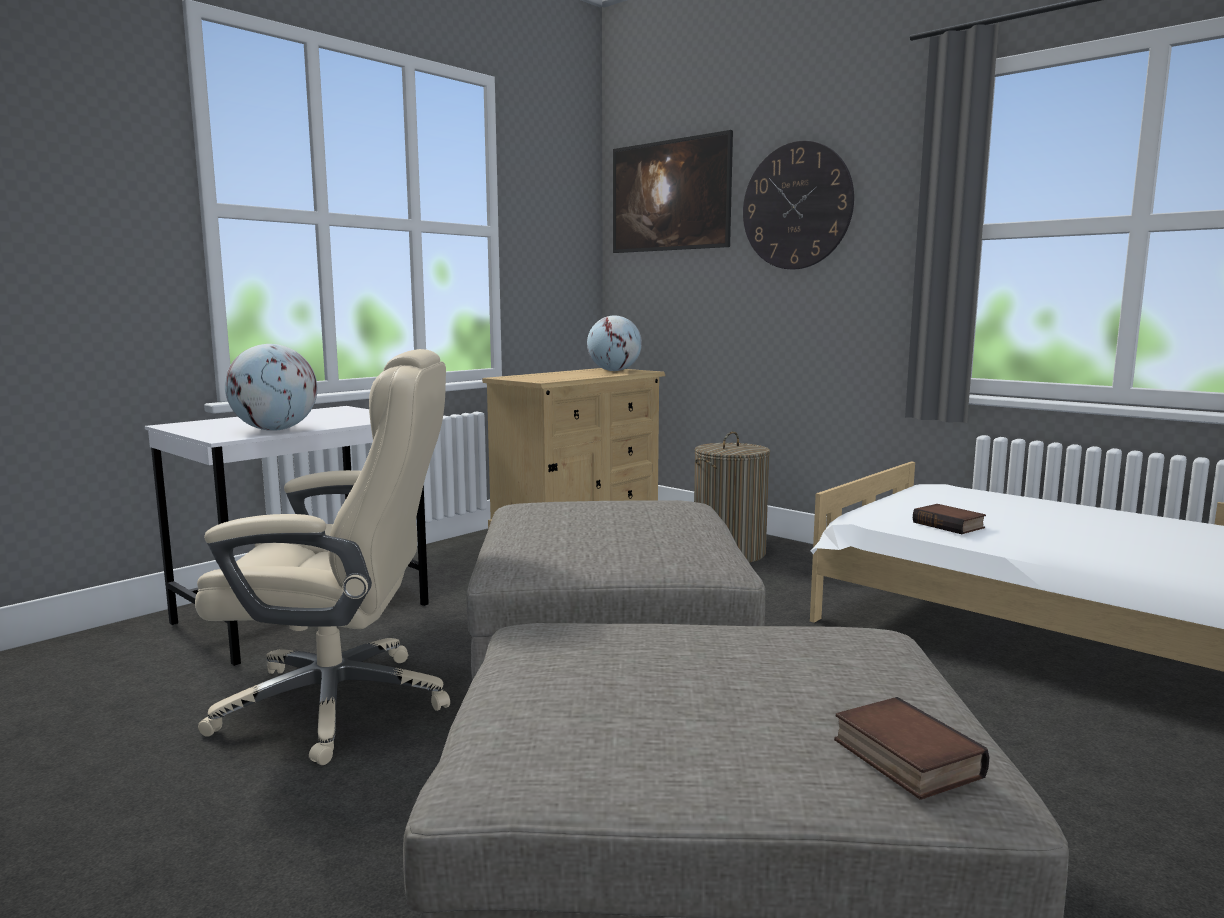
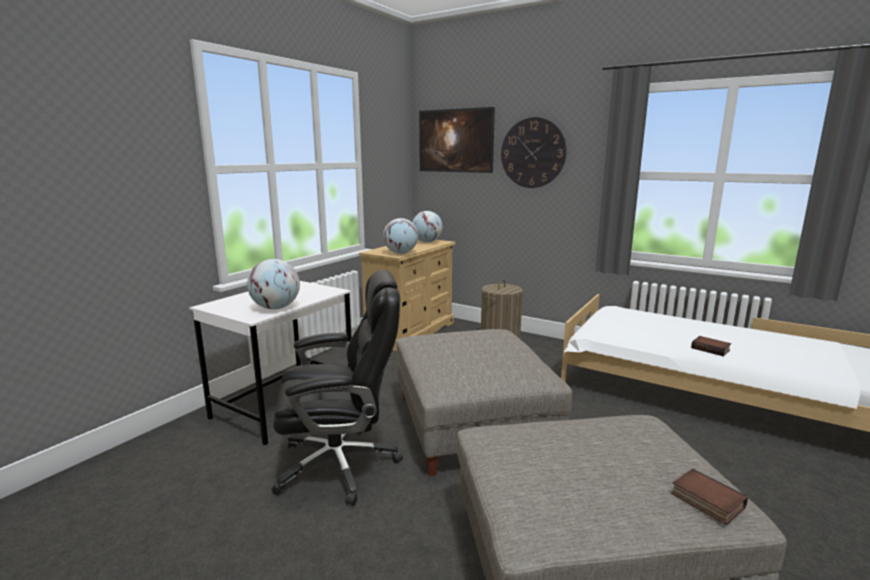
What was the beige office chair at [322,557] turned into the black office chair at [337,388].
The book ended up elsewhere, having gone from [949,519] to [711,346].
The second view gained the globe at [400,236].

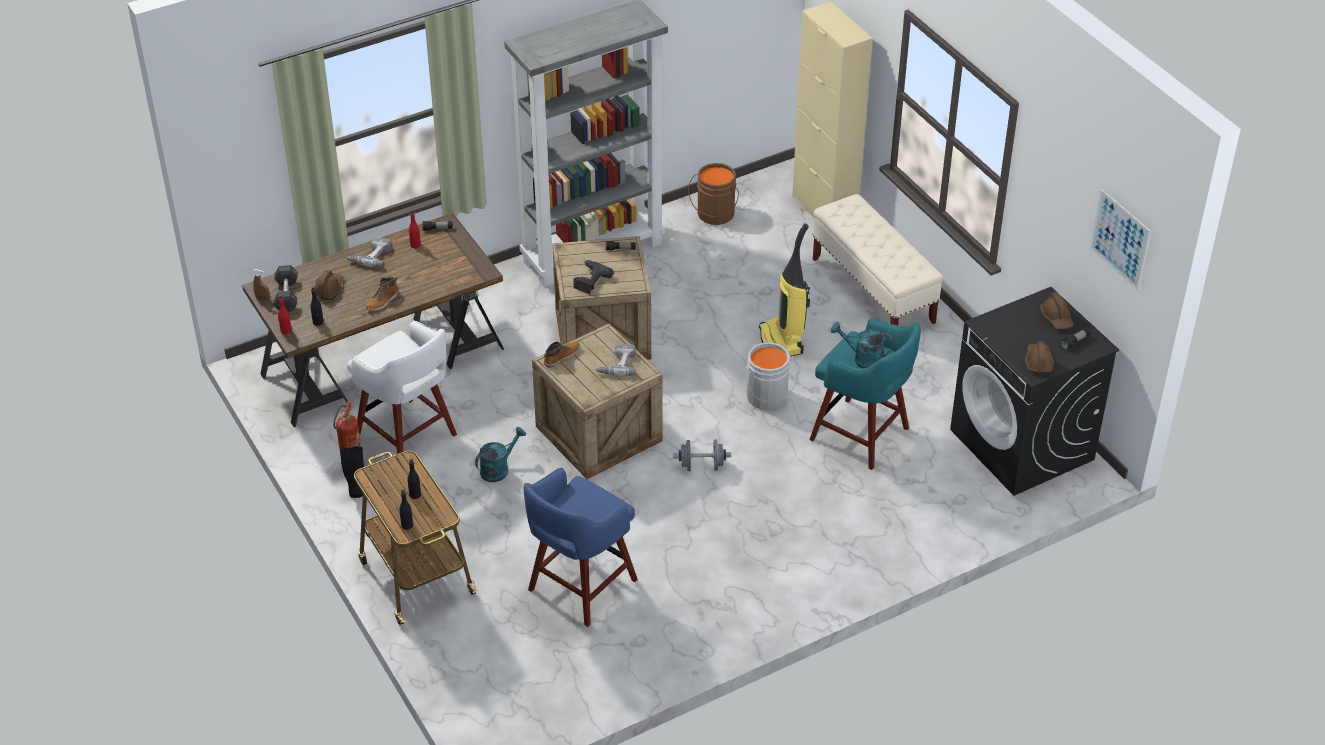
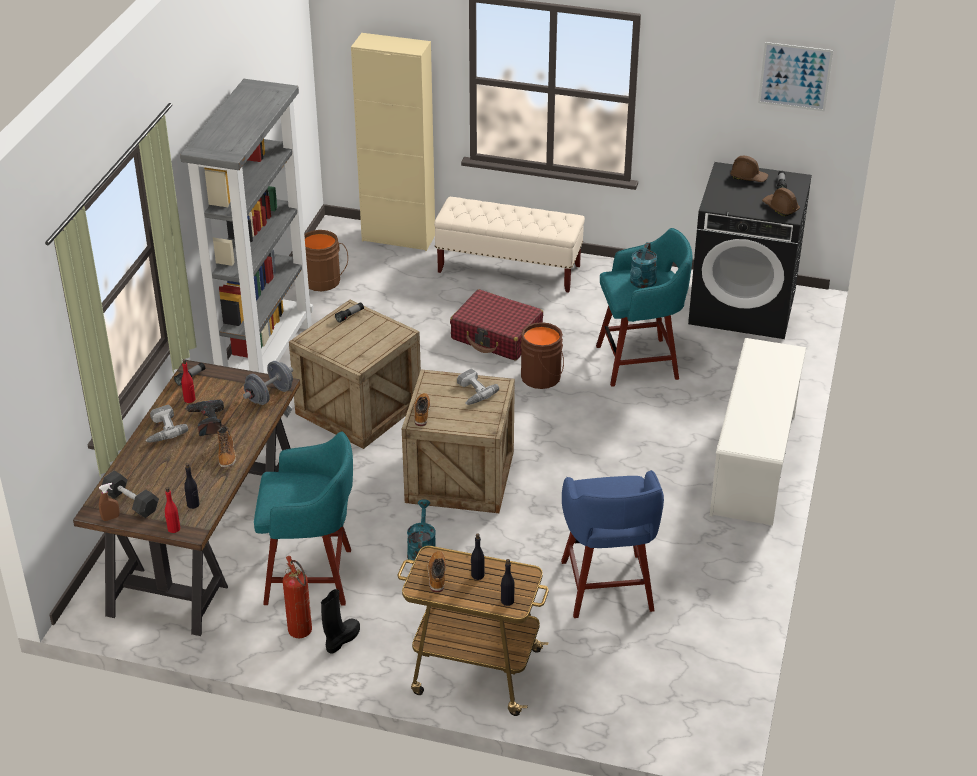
Where the vacuum cleaner stood at [784,290], the red suitcase came to stand at [496,324].
The power drill ended up elsewhere, having gone from [593,277] to [204,418].
The second view lost the brown hard hat at [328,285].
What was the white stool at [402,394] turned into the turquoise stool at [303,518].
The turquoise watering can at [862,345] ended up facing another way, 45 degrees counterclockwise from before.
What was the grey bucket at [772,376] turned into the brown bucket at [542,355].
The grey dumbbell ended up elsewhere, having gone from [702,455] to [268,383].
The second view gained the white shoe rack at [758,431].
The second view gained the boot at [436,571].

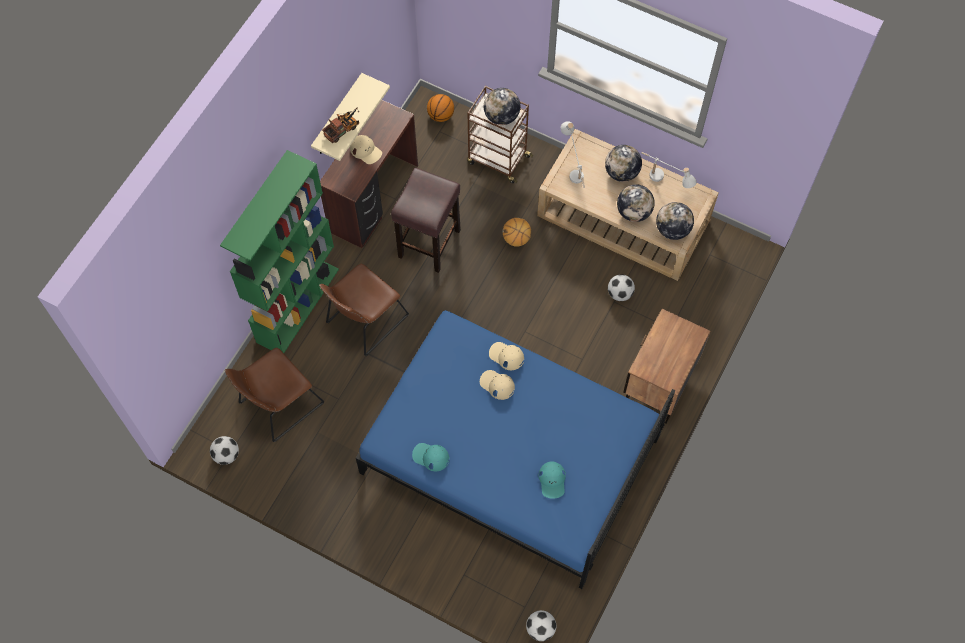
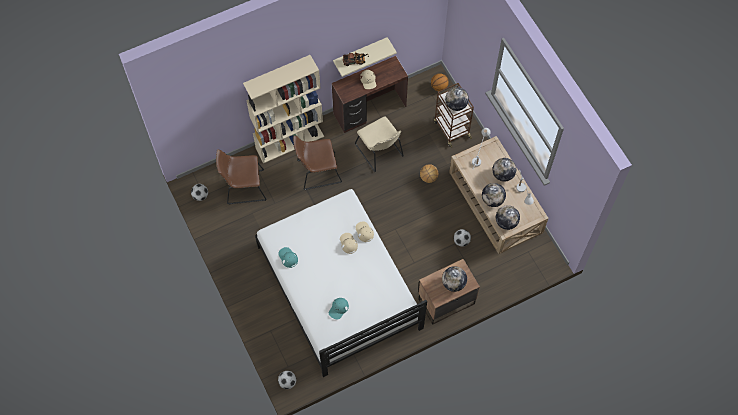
What was the green bookcase at [279,251] turned into the beige bookcase at [283,109].
Where the brown stool stood at [426,220], the beige chair came to stand at [379,144].
What was the blue bed at [515,449] turned into the white bed at [341,283].
The second view gained the globe at [454,279].

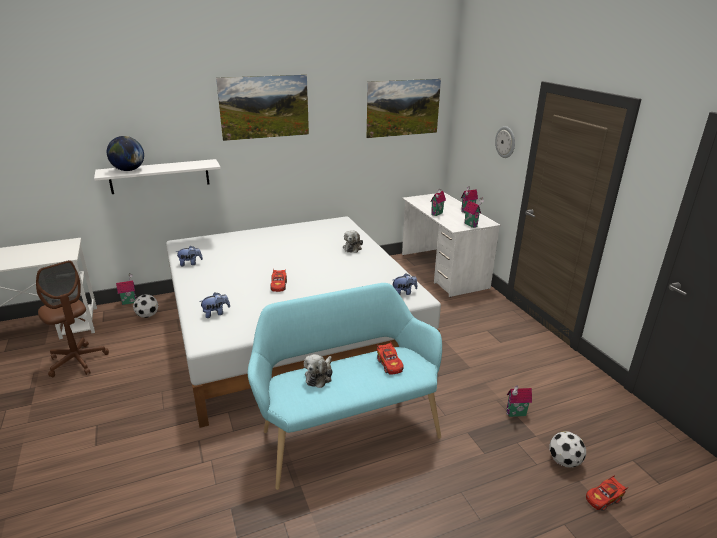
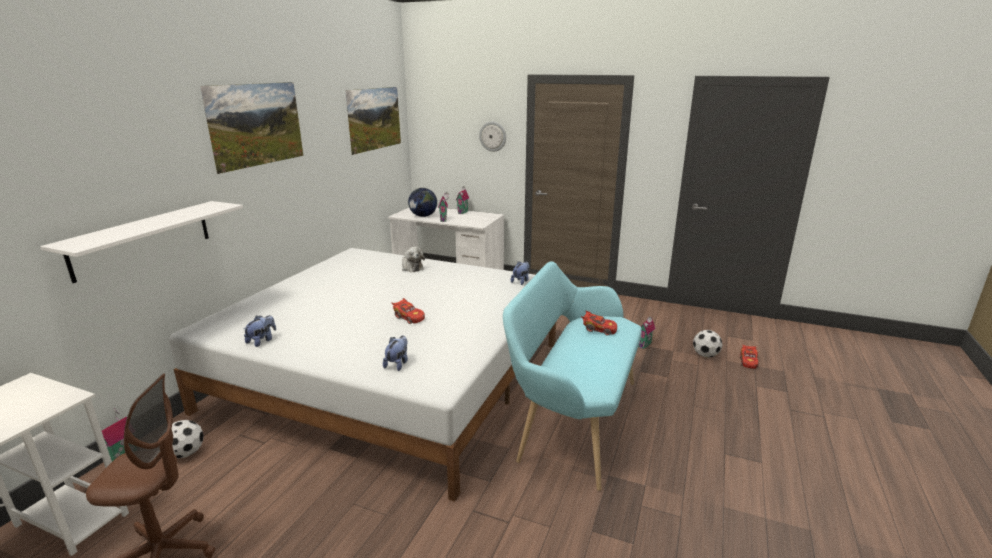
The globe ended up elsewhere, having gone from [125,153] to [422,202].
The second view lost the toy house at [474,213].
The second view lost the plush toy at [318,371].

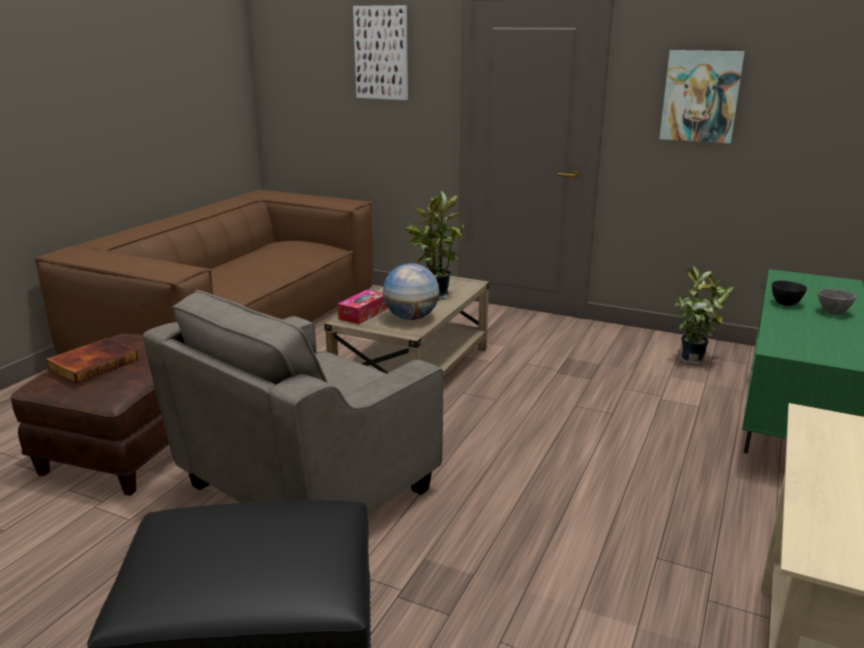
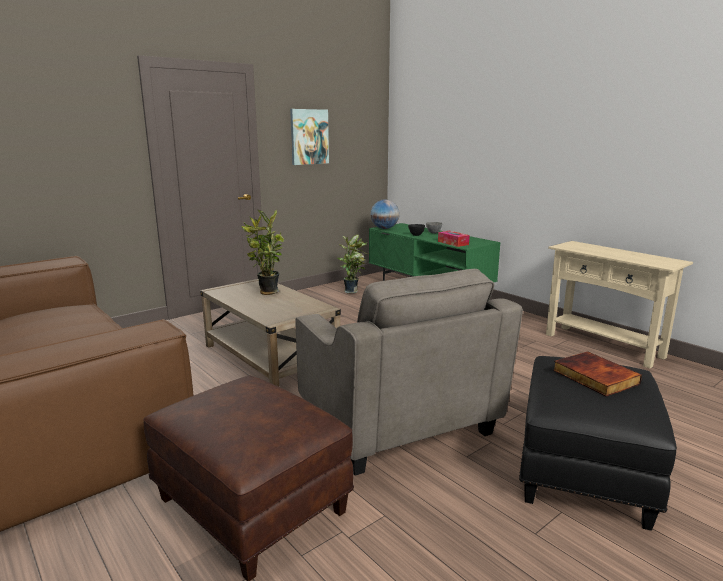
The second view lost the picture at [380,52].
The globe ended up elsewhere, having gone from [411,291] to [385,214].
The tissue box ended up elsewhere, having gone from [362,307] to [454,239].
The book ended up elsewhere, having gone from [91,361] to [597,373].

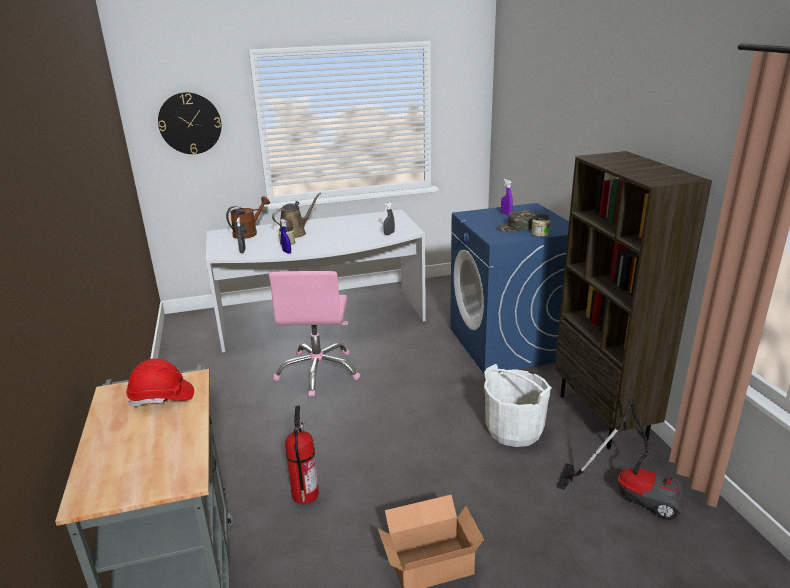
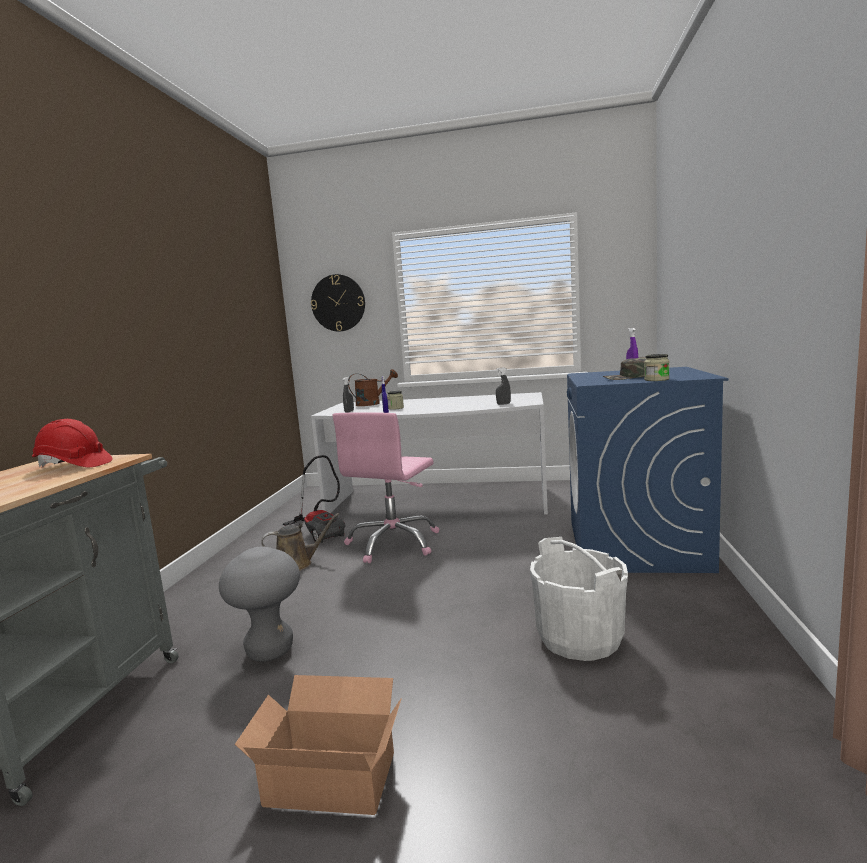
The second view lost the brown bookcase at [633,300].
The brown watering can ended up elsewhere, having gone from [296,215] to [300,542].
The vacuum cleaner ended up elsewhere, having gone from [619,459] to [314,499].
Where the fire extinguisher stood at [302,454], the grey stool came to stand at [259,604].

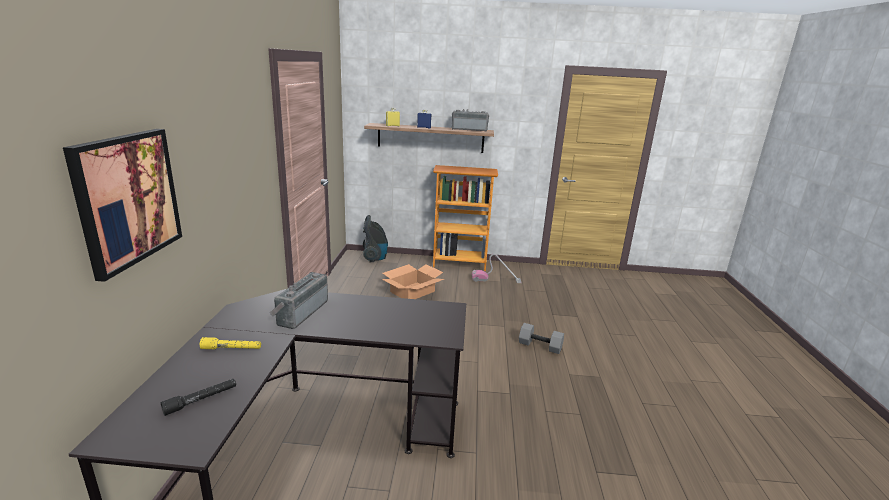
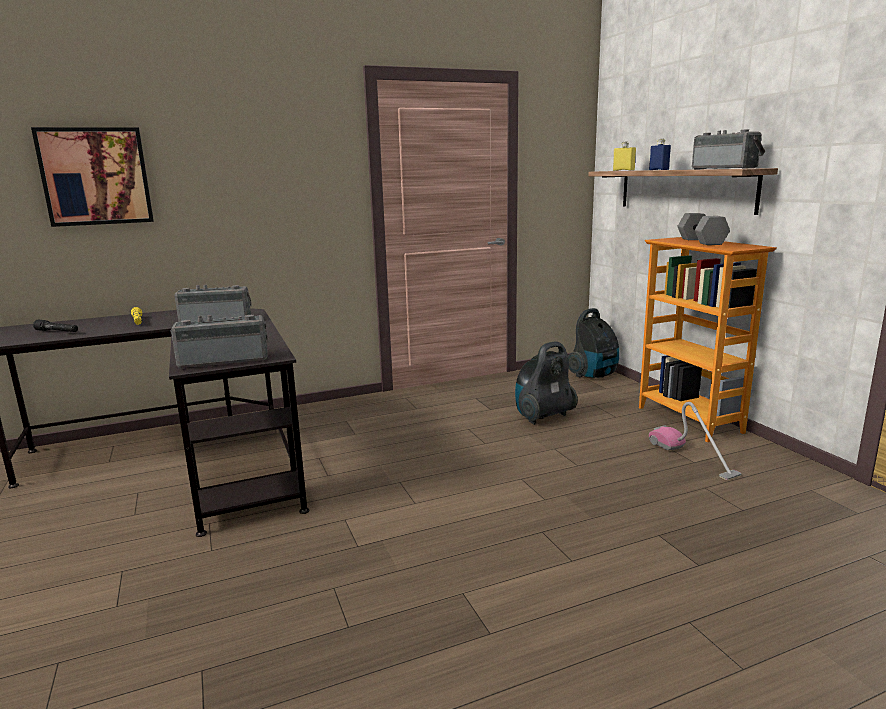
Where the cardboard box stood at [413,281], the vacuum cleaner came to stand at [546,383].
The grey dumbbell ended up elsewhere, having gone from [541,338] to [703,229].
The second view gained the radio at [219,341].

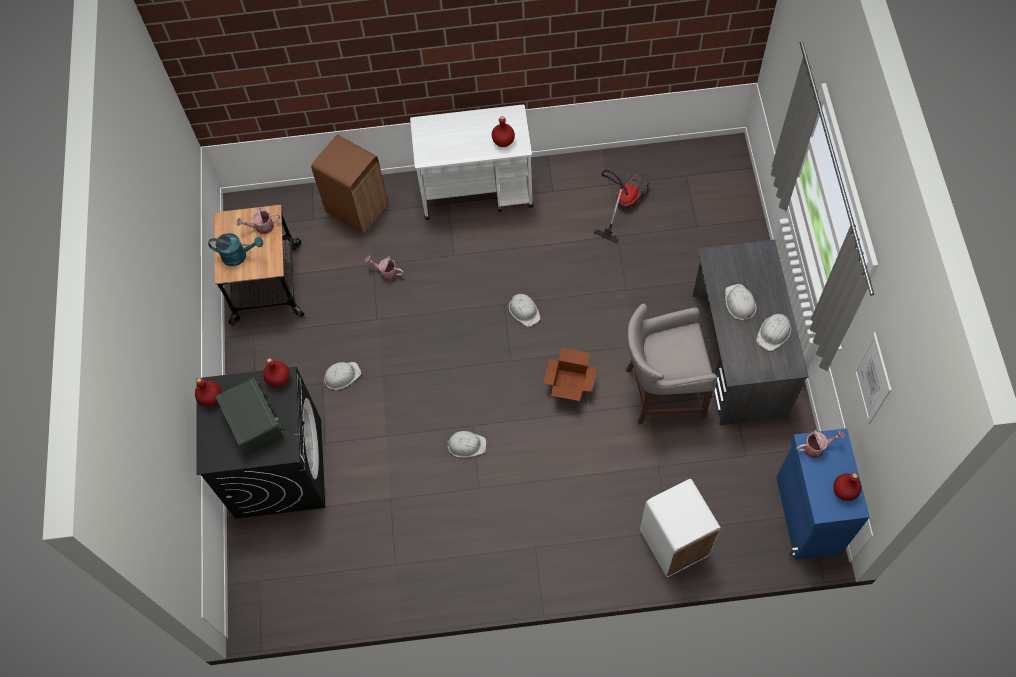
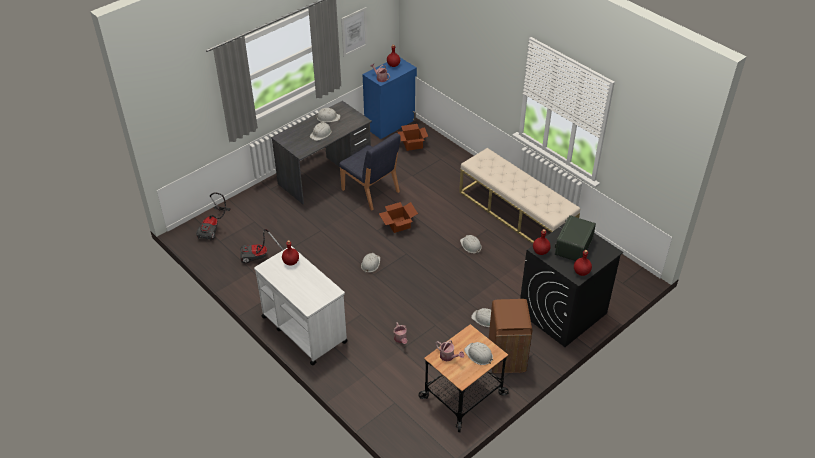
The brown trash can ended up elsewhere, having gone from [349,184] to [510,336].
Where the turquoise watering can stood at [235,249], the white hard hat came to stand at [478,353].
Where the grey stool stood at [671,364], the blue chair came to stand at [370,171].
The second view lost the white trash can at [680,528].
The second view gained the cardboard box at [413,137].
The second view gained the beige bench at [519,196].
The second view gained the vacuum cleaner at [213,217].

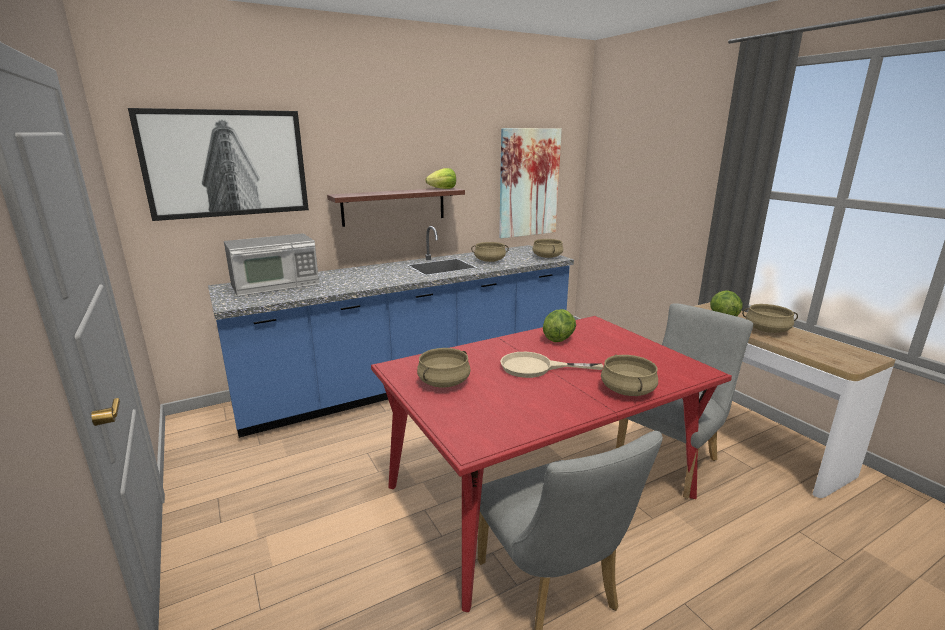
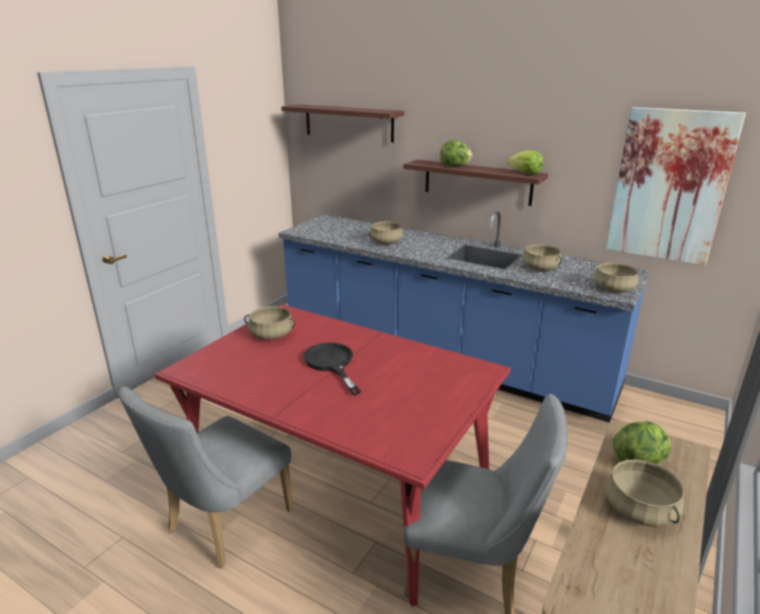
Where the picture hung at [218,164], the shelf came to hang at [342,123].
The second view lost the microwave at [271,264].
The lettuce ended up elsewhere, having gone from [559,325] to [456,153].
What was the beige frying pan at [551,365] turned into the black frying pan at [332,369].
The beige cooking pot ended up elsewhere, having gone from [629,375] to [386,232].

